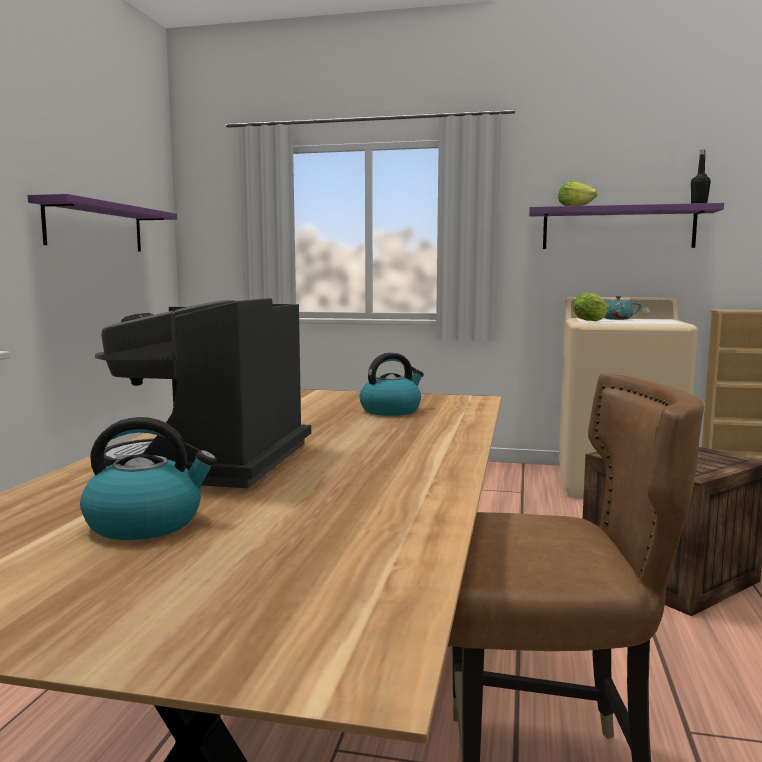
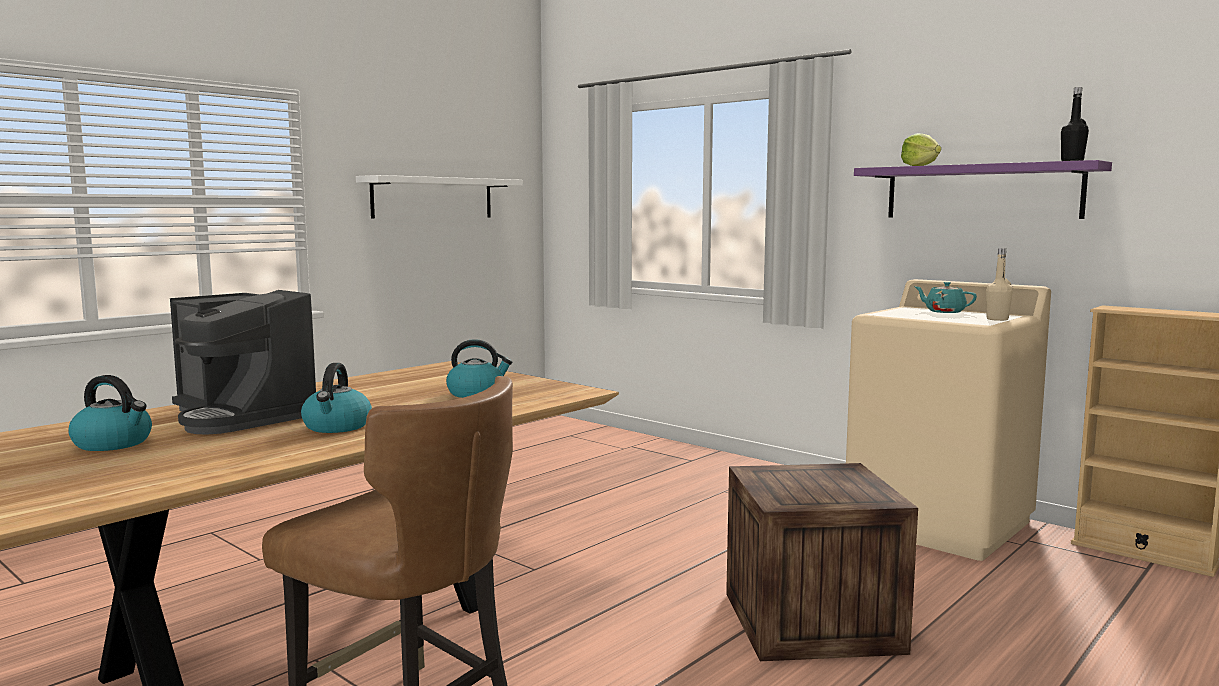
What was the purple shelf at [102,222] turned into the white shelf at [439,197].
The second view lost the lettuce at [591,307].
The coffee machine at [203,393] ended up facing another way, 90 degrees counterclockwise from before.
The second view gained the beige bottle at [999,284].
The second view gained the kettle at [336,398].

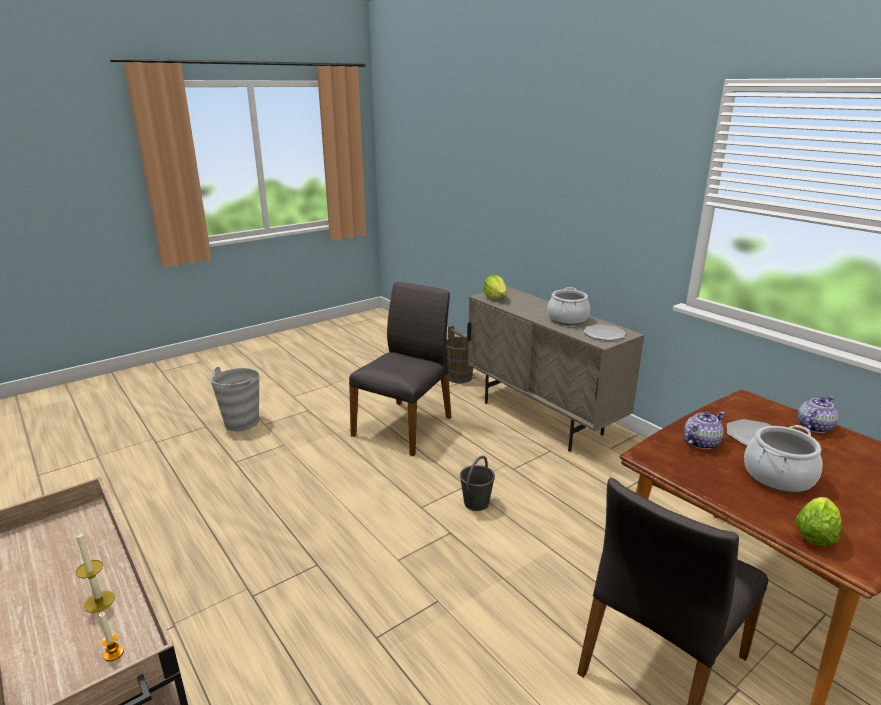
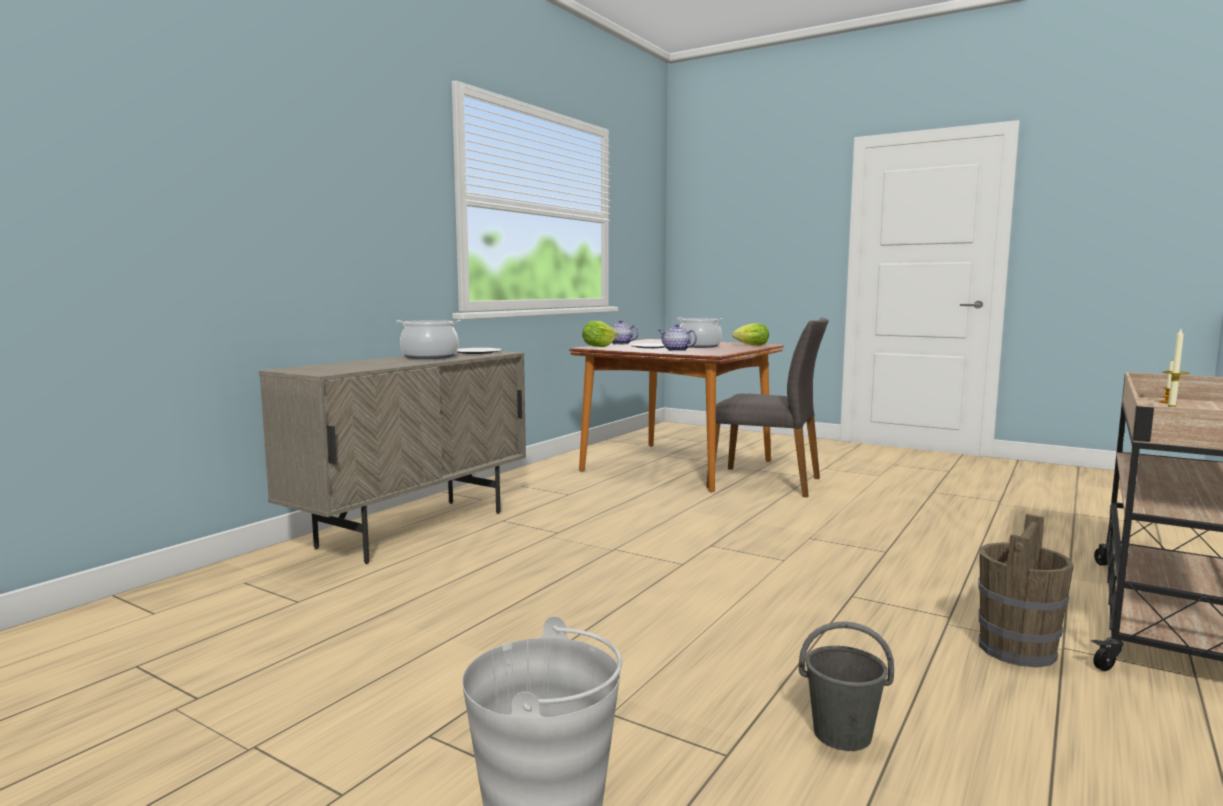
The lettuce ended up elsewhere, having gone from [495,287] to [600,334].
The second view lost the grey chair at [400,369].
The brown bucket ended up elsewhere, having gone from [460,354] to [1026,590].
The grey bucket ended up elsewhere, having gone from [477,483] to [846,686].

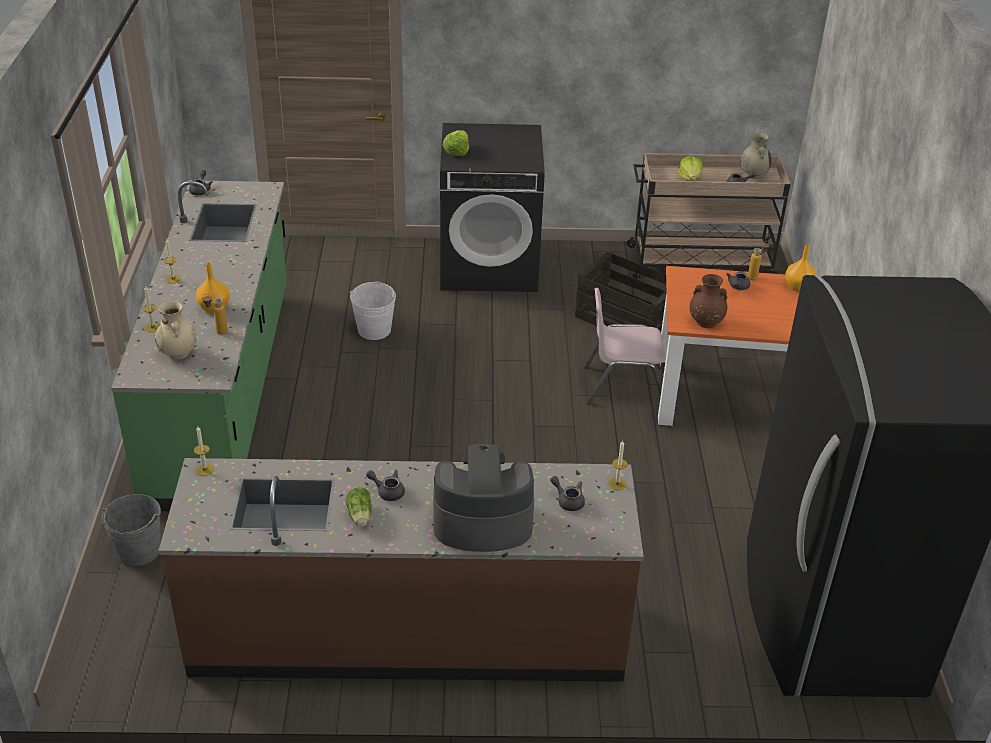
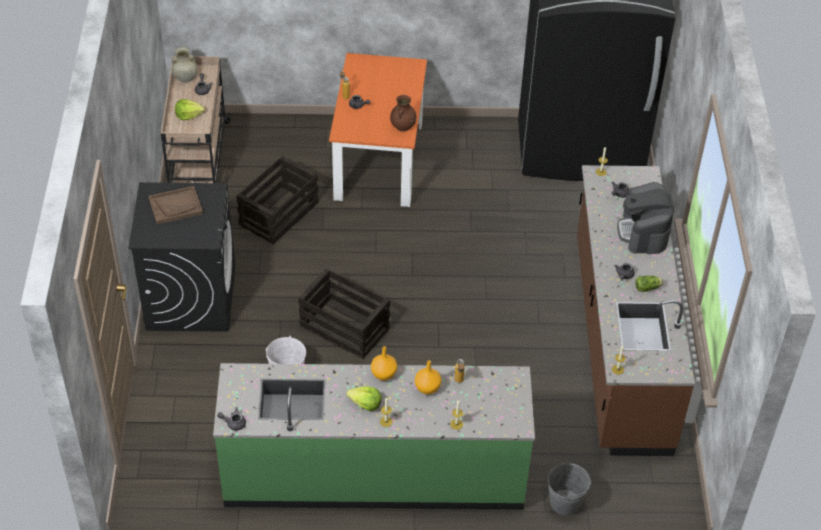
The lettuce ended up elsewhere, having gone from [456,143] to [364,398].
The orange vase ended up elsewhere, having gone from [801,268] to [384,363].
The second view lost the pink chair at [624,346].
The second view lost the beige vase at [176,330].
The second view gained the brown tray at [176,205].
The second view gained the crate at [344,313].

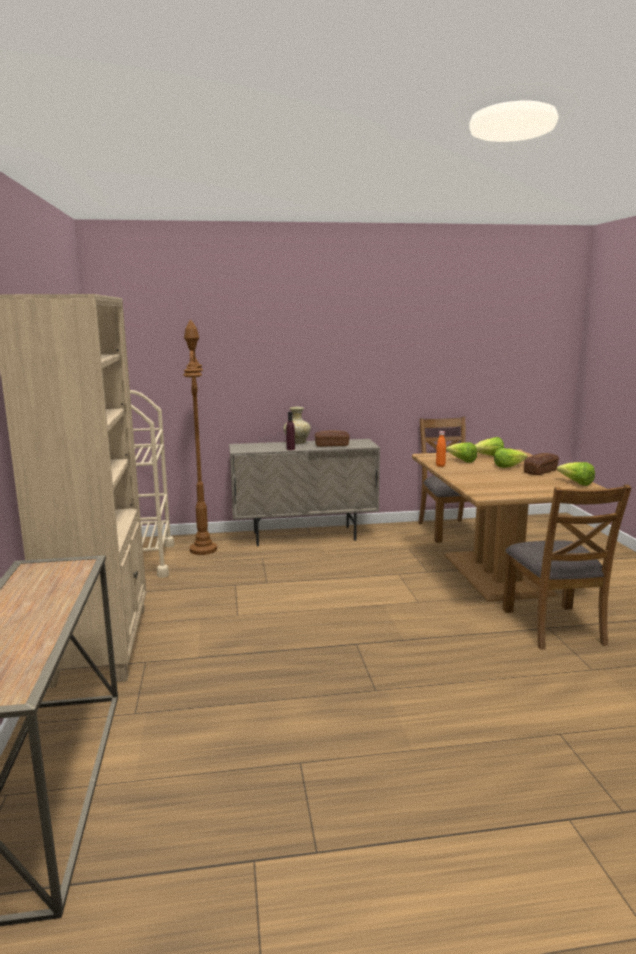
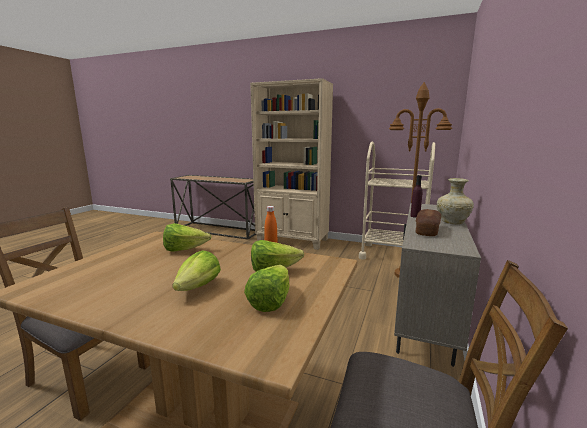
The second view lost the bread at [541,464].
The lettuce ended up elsewhere, having gone from [576,474] to [187,237].

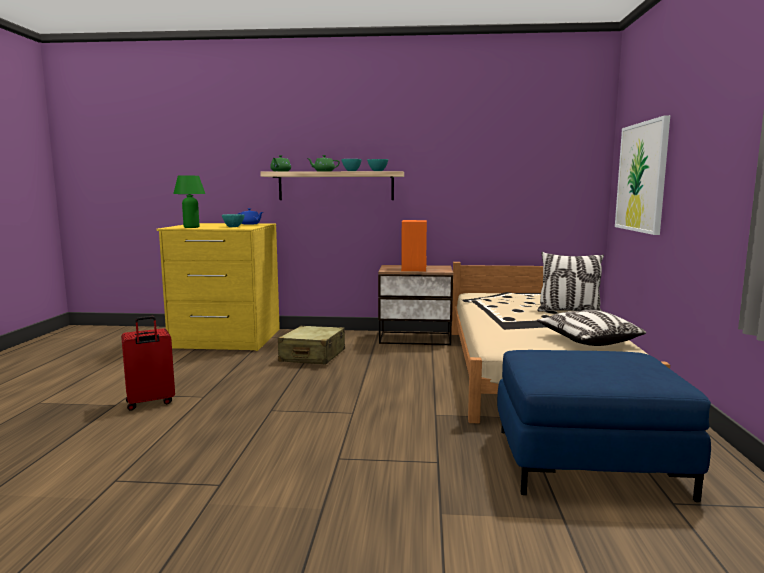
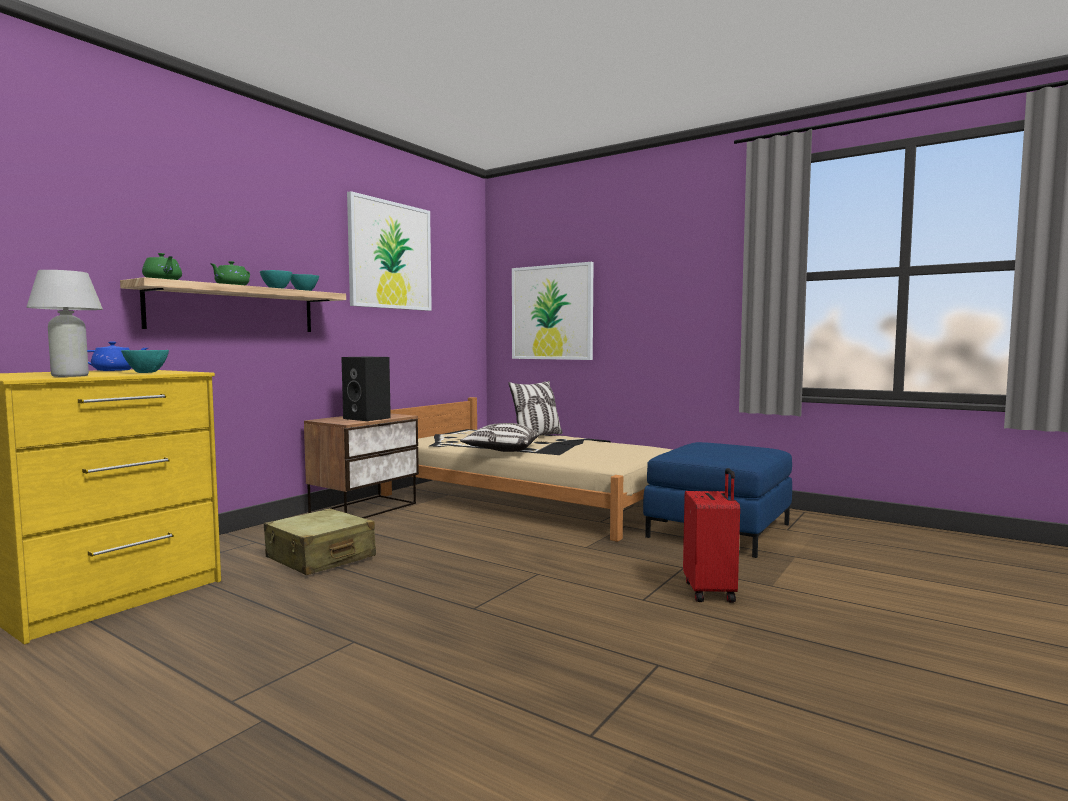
What was the green table lamp at [189,202] turned into the white table lamp at [64,323].
What was the orange speaker at [414,245] turned into the black speaker at [366,389].
The pillow ended up elsewhere, having gone from [591,328] to [499,437].
The red suitcase ended up elsewhere, having gone from [148,363] to [711,535].
The second view gained the picture at [389,251].

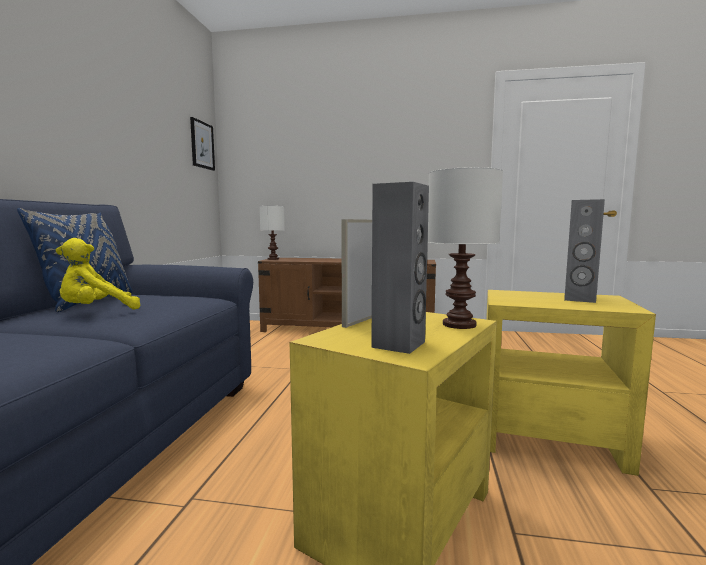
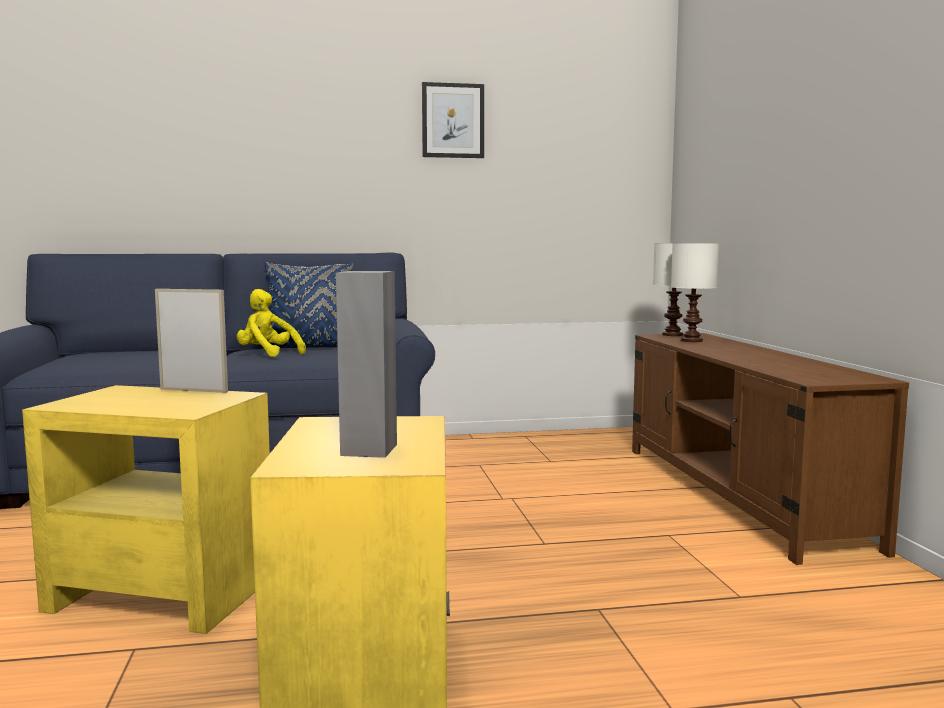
The picture ended up elsewhere, having gone from [202,144] to [453,120].
The white table lamp ended up elsewhere, having gone from [465,248] to [695,292].
The second view lost the grey speaker at [400,268].

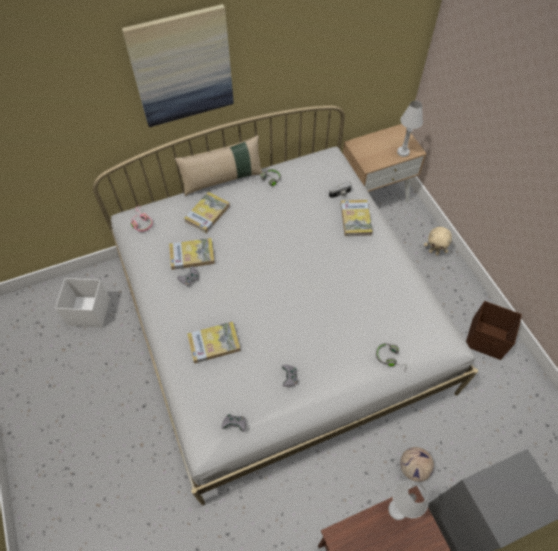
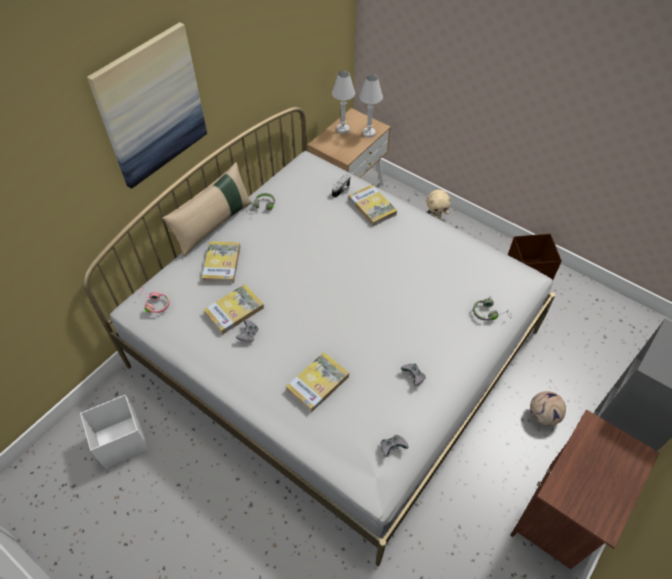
The white table lamp ended up elsewhere, having gone from [408,500] to [343,102].

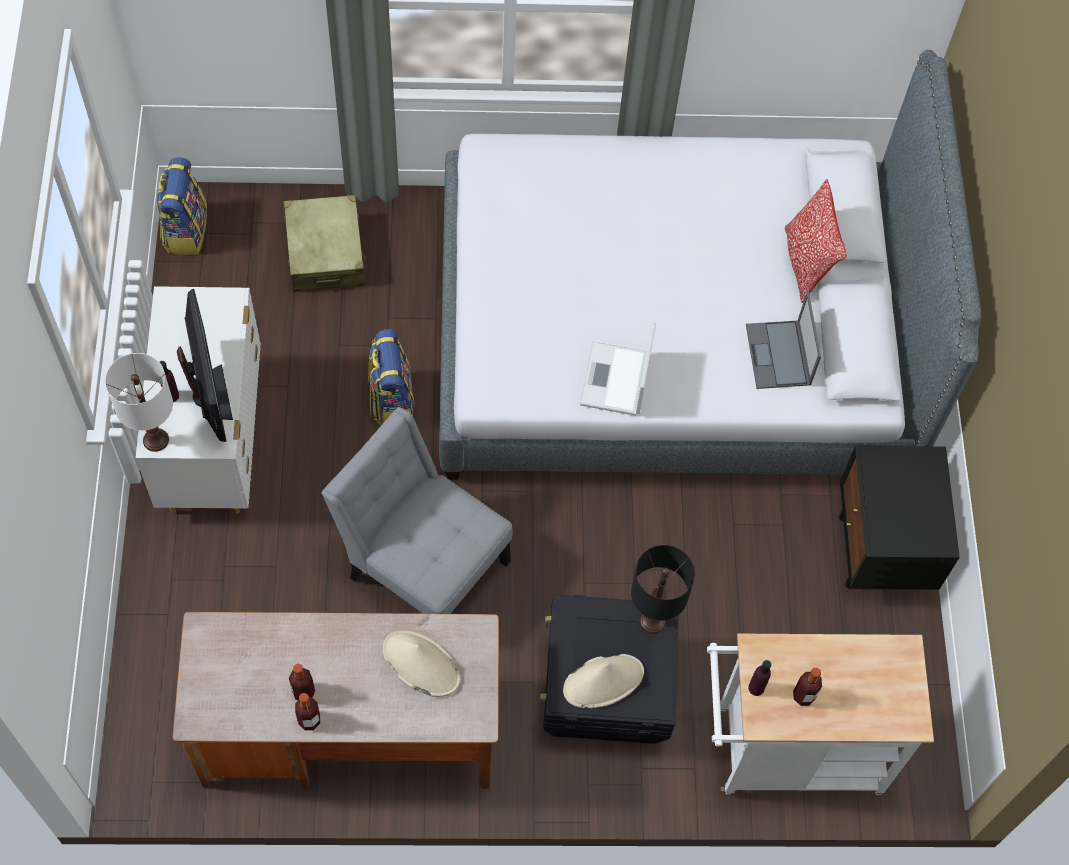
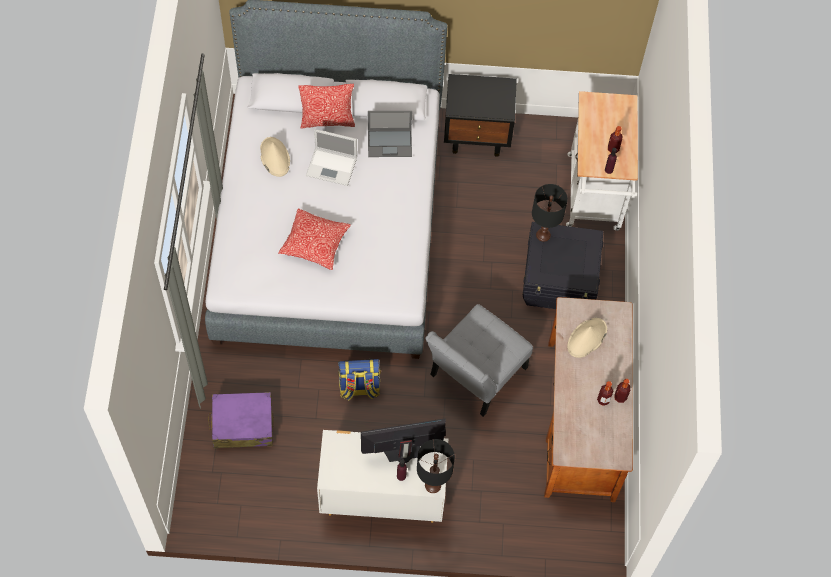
The second view lost the backpack at [181,206].
What was the beige suitcase at [325,243] turned into the purple suitcase at [241,420].
The laptop ended up elsewhere, having gone from [618,369] to [331,157].
What was the white table lamp at [139,402] turned into the black table lamp at [436,466].
The beige hat ended up elsewhere, having gone from [603,681] to [275,157].
The second view gained the pillow at [314,239].

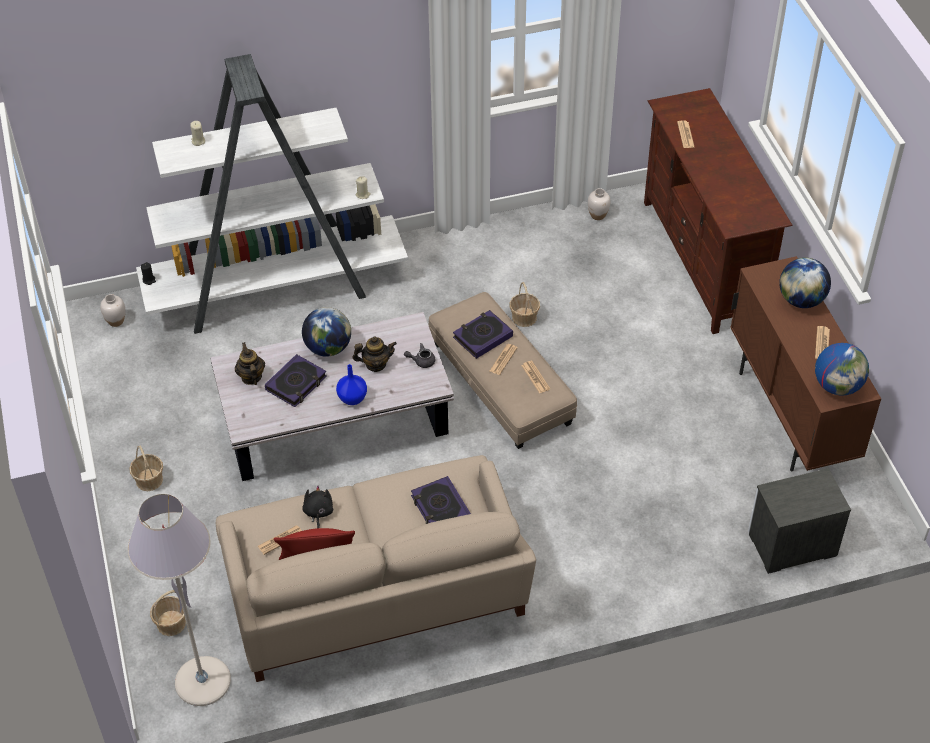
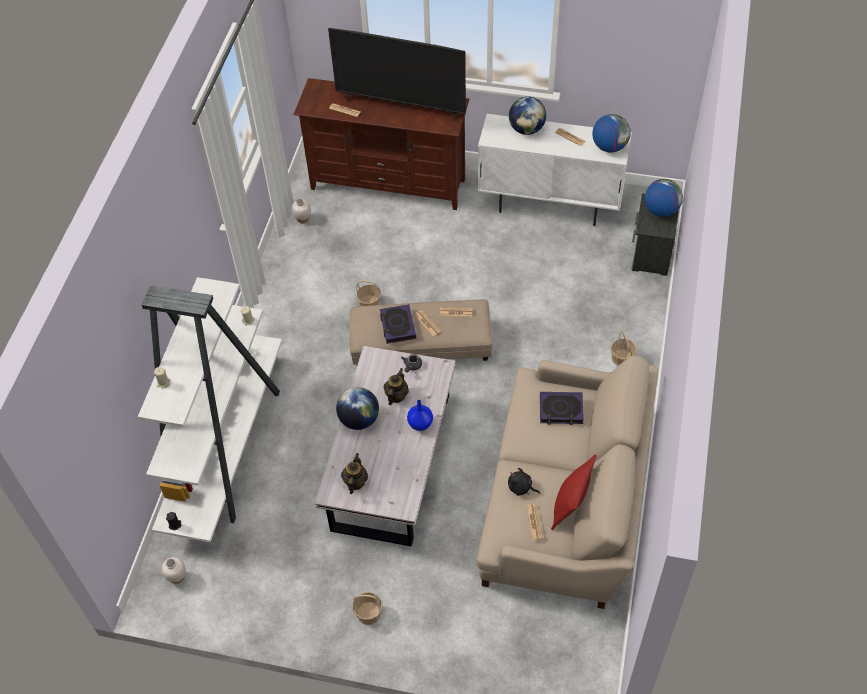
What was the brown cabinet at [805,363] turned into the white cabinet at [555,170].
The teapot at [250,363] ended up facing another way, 90 degrees clockwise from before.
The second view lost the book at [296,380].
The second view lost the grey floor lamp at [179,600].
The basket ended up elsewhere, having gone from [168,613] to [624,348].
The second view gained the television at [397,75].
The second view gained the globe at [664,198].

